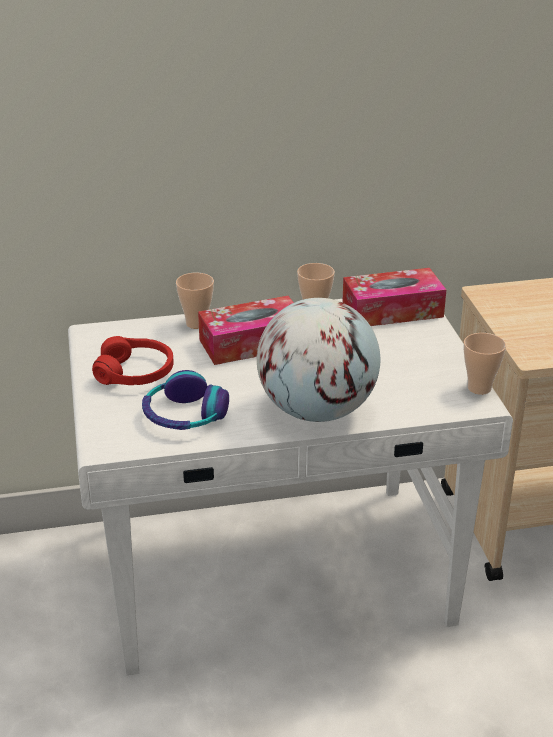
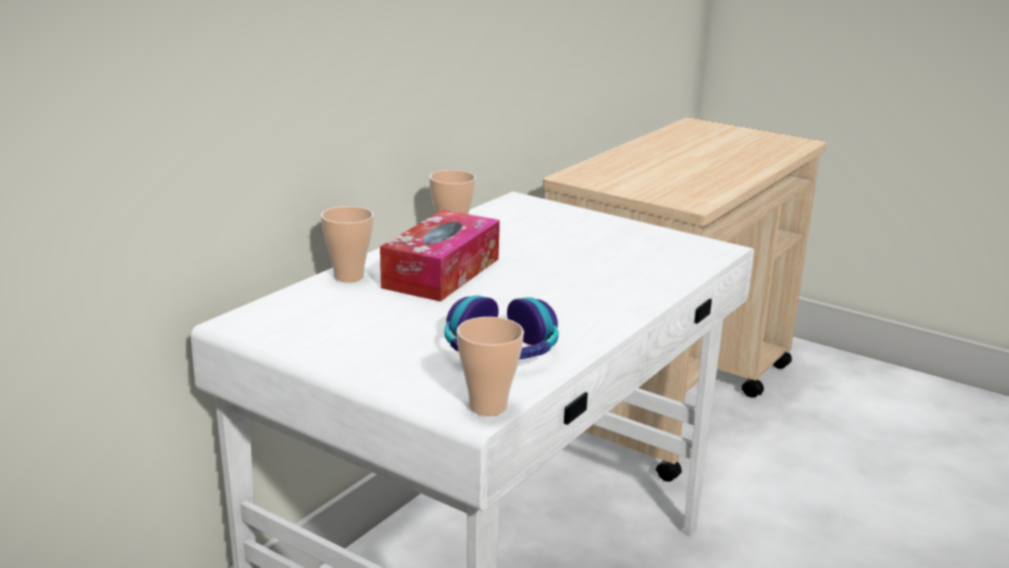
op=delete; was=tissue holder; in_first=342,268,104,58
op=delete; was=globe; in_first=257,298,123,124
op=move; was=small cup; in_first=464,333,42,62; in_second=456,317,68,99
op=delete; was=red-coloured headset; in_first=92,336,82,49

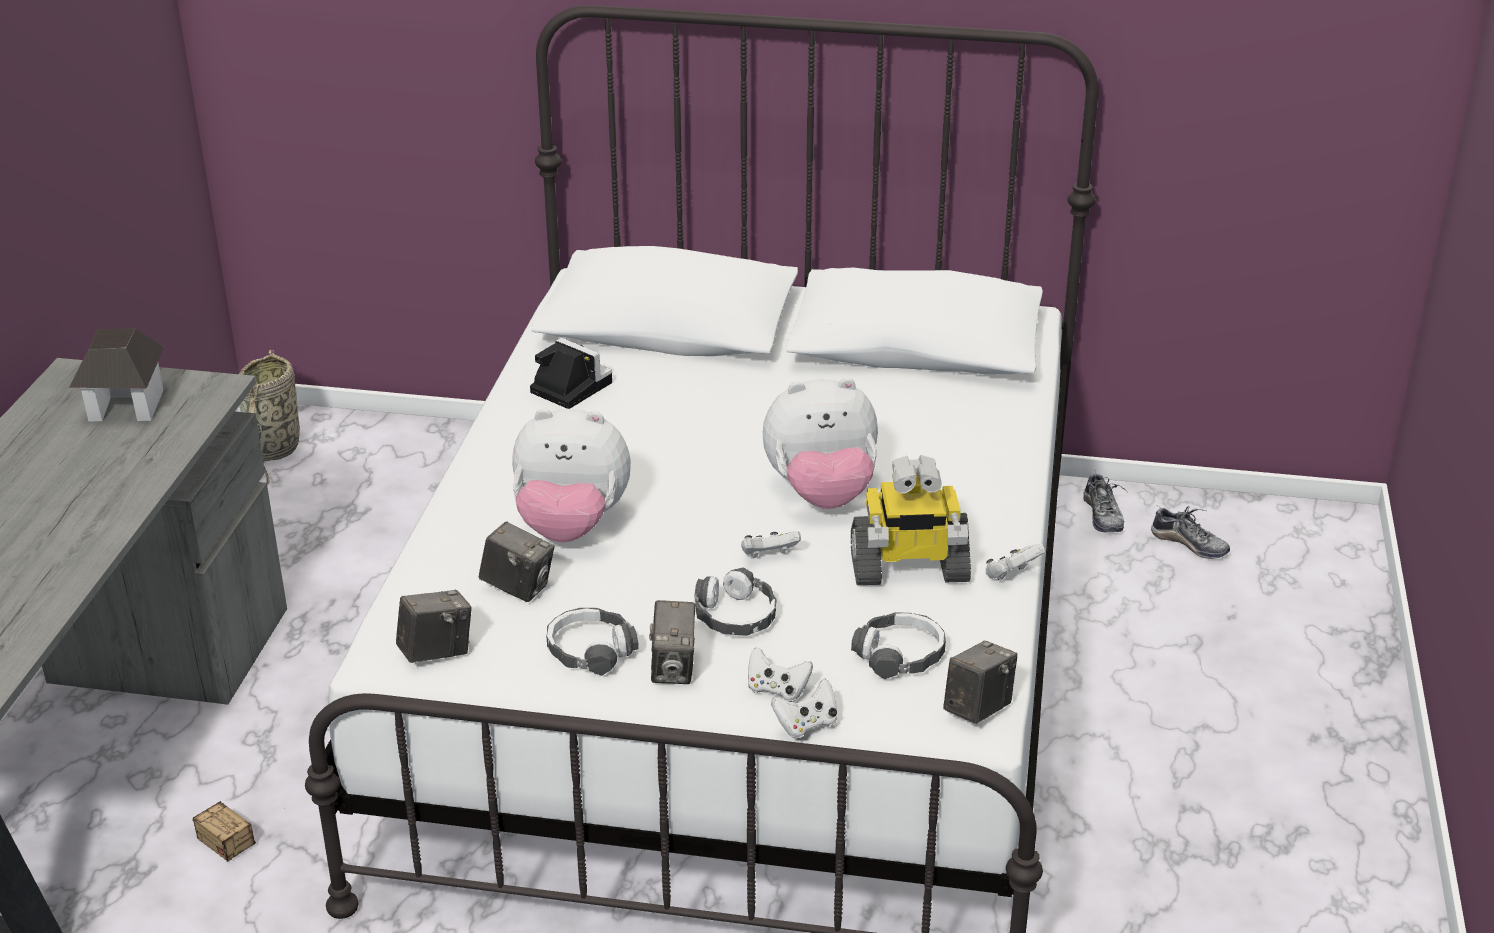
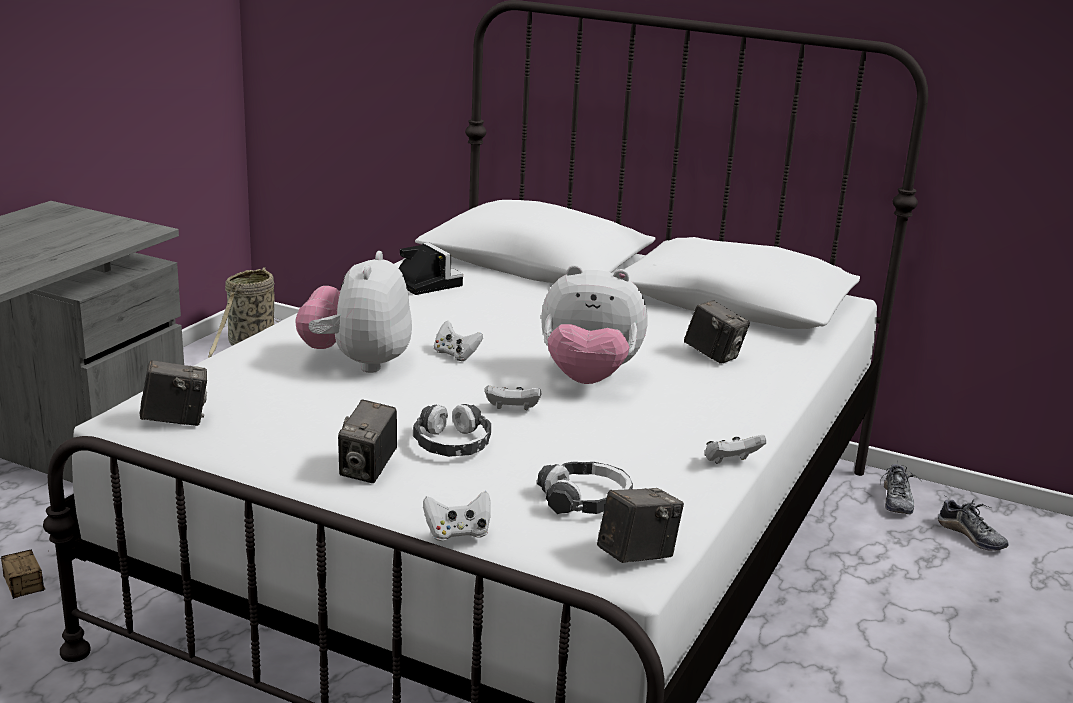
op=delete; was=model house; in_first=69,328,95,93
op=rotate; was=cuddly toy; in_first=512,409,119,133; in_second=295,251,117,122; clockwise=75
op=delete; was=robot figure; in_first=851,455,120,130
op=move; was=photo camera; in_first=479,522,76,80; in_second=684,300,66,64
op=delete; was=headset; in_first=546,608,93,68
op=move; was=white-coloured game controller; in_first=748,647,65,55; in_second=434,320,49,41

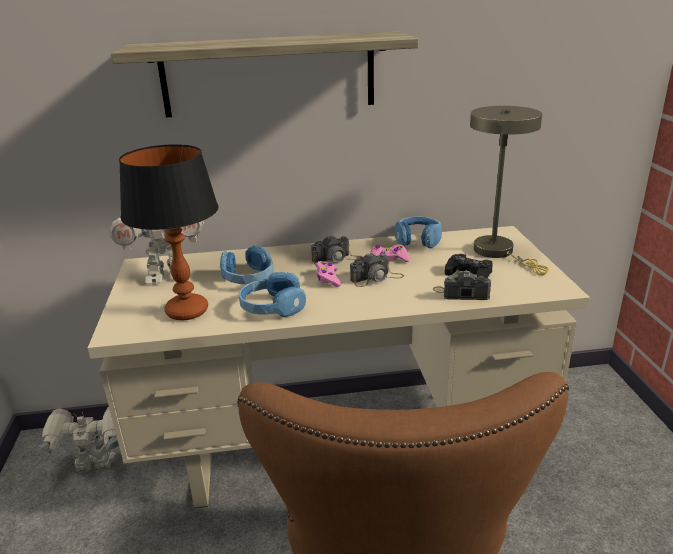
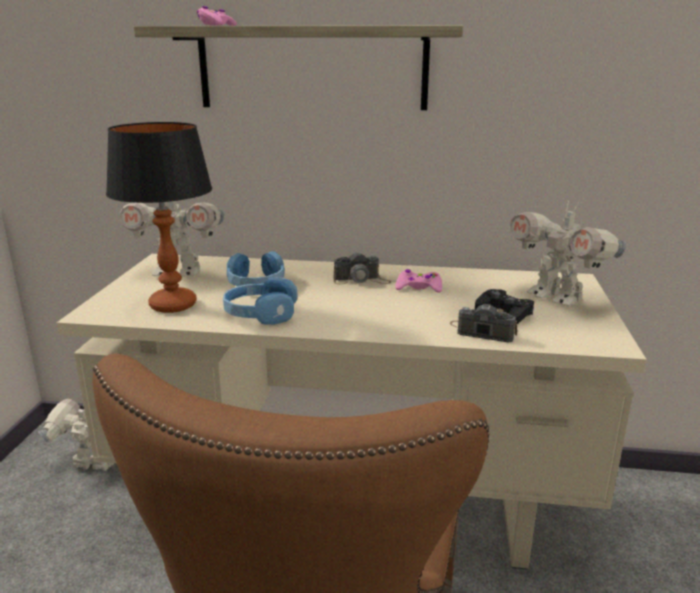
op=replace; was=sand-coloured table lamp; now=robot figure; in_first=470,106,79,169; in_second=509,201,117,105
op=delete; was=bluish headset; in_first=395,216,47,32
op=delete; was=photo camera; in_first=350,252,54,35
op=move; was=pink-coloured game controller; in_first=316,261,25,26; in_second=197,6,40,20

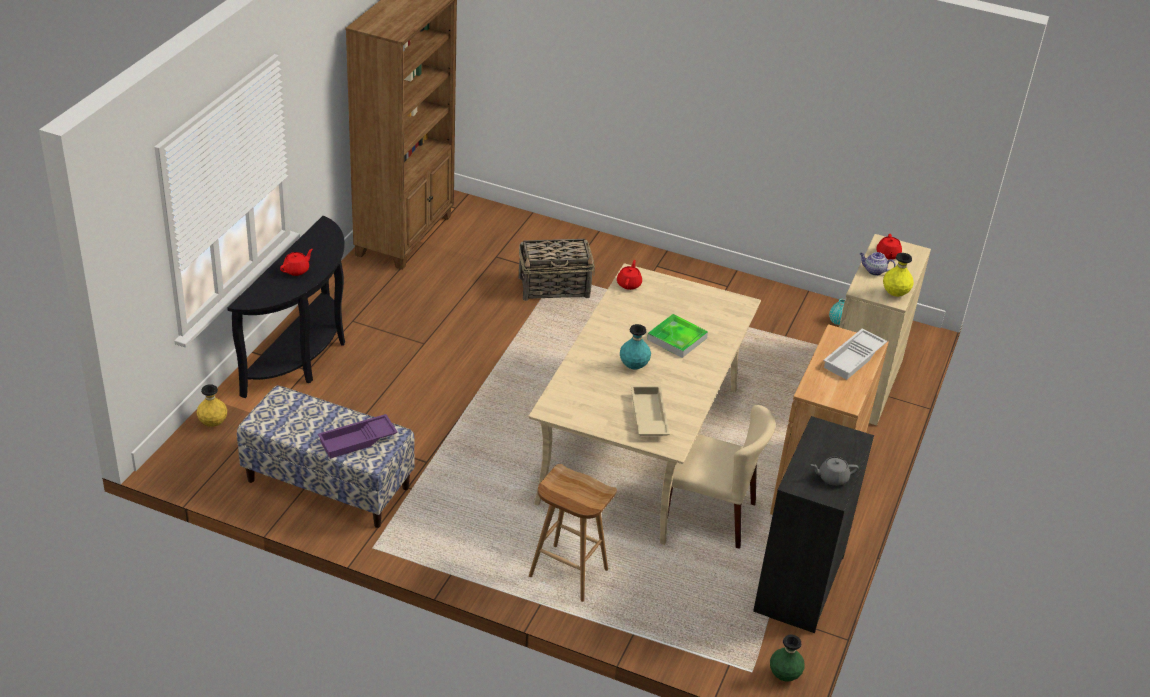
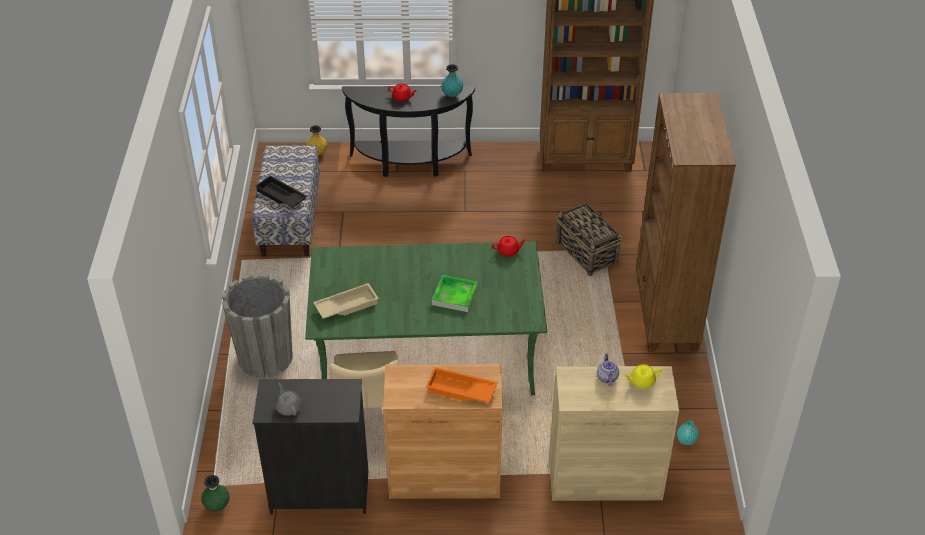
op=recolor; was=red-coloured tea pot; now=yellow-coloured tea pot; in_first=876,234,26,26; in_second=623,364,39,25
op=delete; was=yellow-coloured flower vase; in_first=883,253,31,44
op=recolor; was=sand-coloured kitchen table; now=greenish kitchen table; in_first=528,263,233,282; in_second=305,241,242,154
op=move; was=turquoise flower vase; in_first=620,324,31,46; in_second=441,64,22,33
op=recolor; was=white-coloured serving tray; now=orange-coloured serving tray; in_first=823,328,64,52; in_second=426,367,72,36
op=recolor; was=purple-coloured serving tray; now=black serving tray; in_first=318,414,80,45; in_second=255,175,53,33
op=replace; was=brown stool seat; now=greyish plant pot; in_first=529,464,88,138; in_second=222,273,71,105
op=insert; now=brown bookshelf; in_second=636,93,100,258

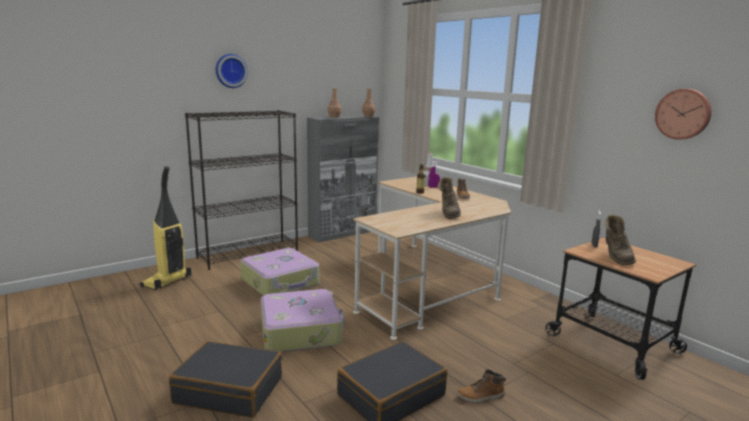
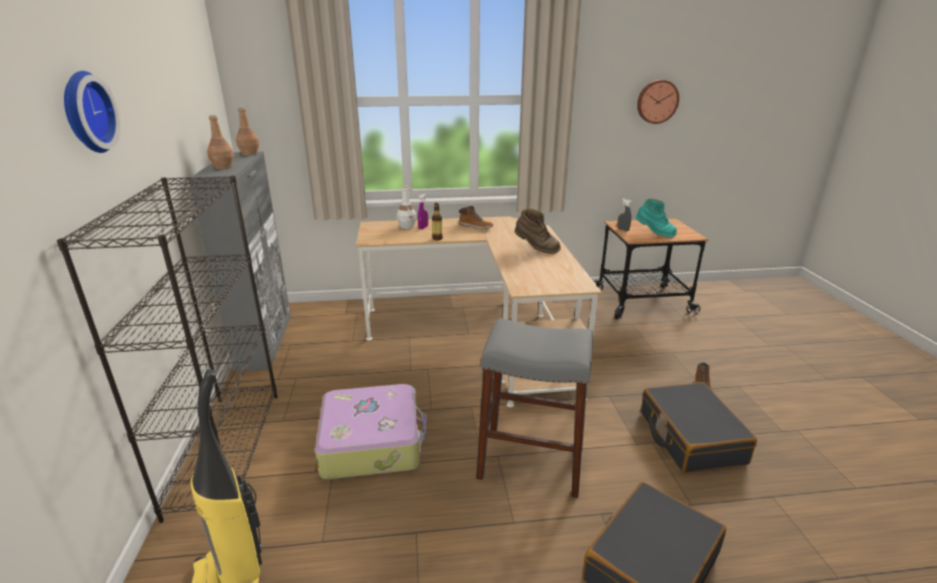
op=recolor; was=brown tall boot; now=turquoise tall boot; in_first=605,214,31,51; in_second=636,199,41,38
op=replace; was=suitcase; now=greyish stool seat; in_first=260,289,84,63; in_second=476,318,117,180

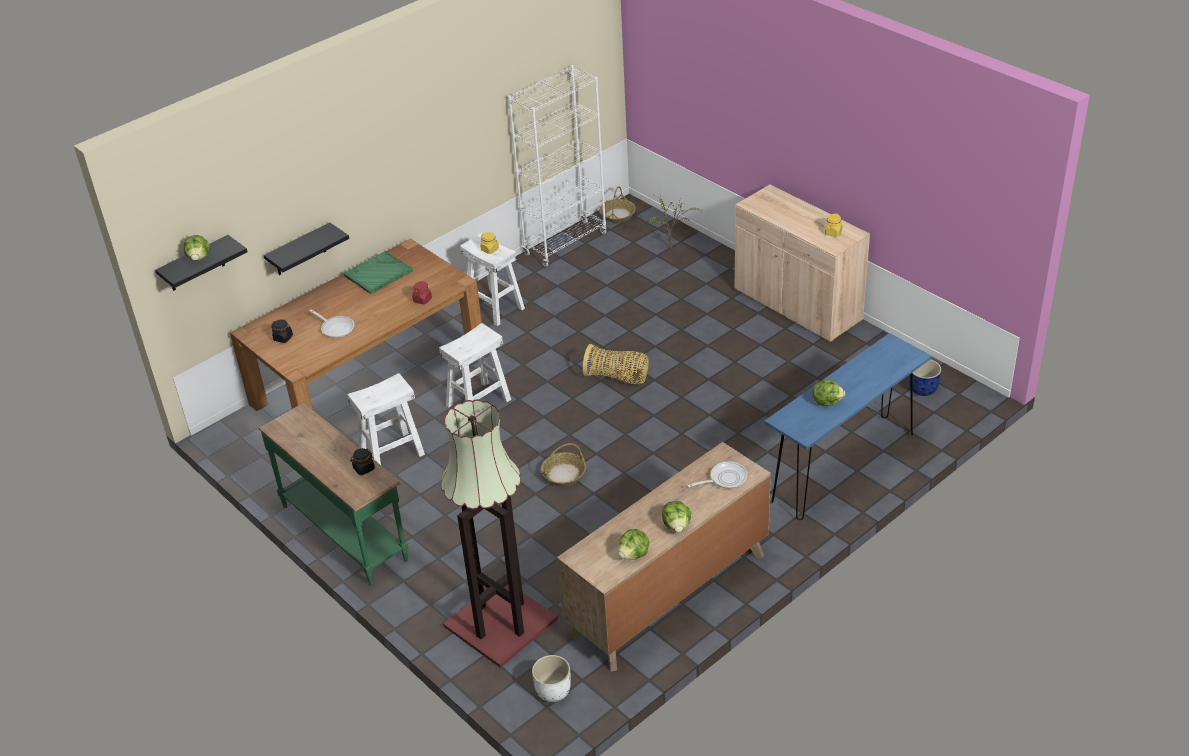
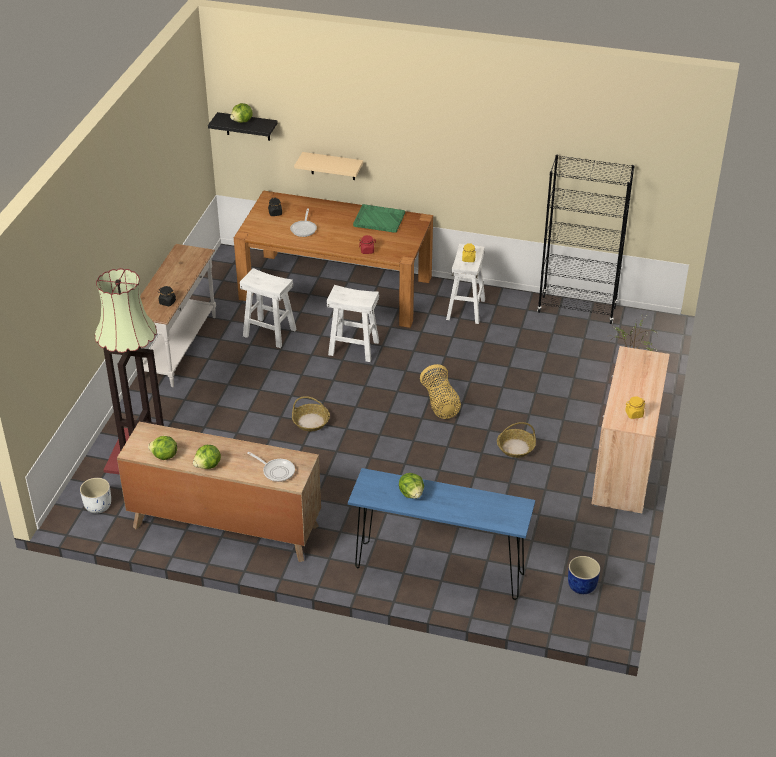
op=recolor; was=white-coloured bookshelf; now=black bookshelf; in_first=508,65,99,202; in_second=537,155,98,169
op=move; was=household basket; in_first=599,186,37,37; in_second=497,422,39,36
op=recolor; was=black bracket shelf; now=sand-coloured bracket shelf; in_first=264,222,85,53; in_second=294,152,69,28
op=recolor; was=greenish console table; now=white-coloured console table; in_first=258,403,150,182; in_second=136,244,80,143

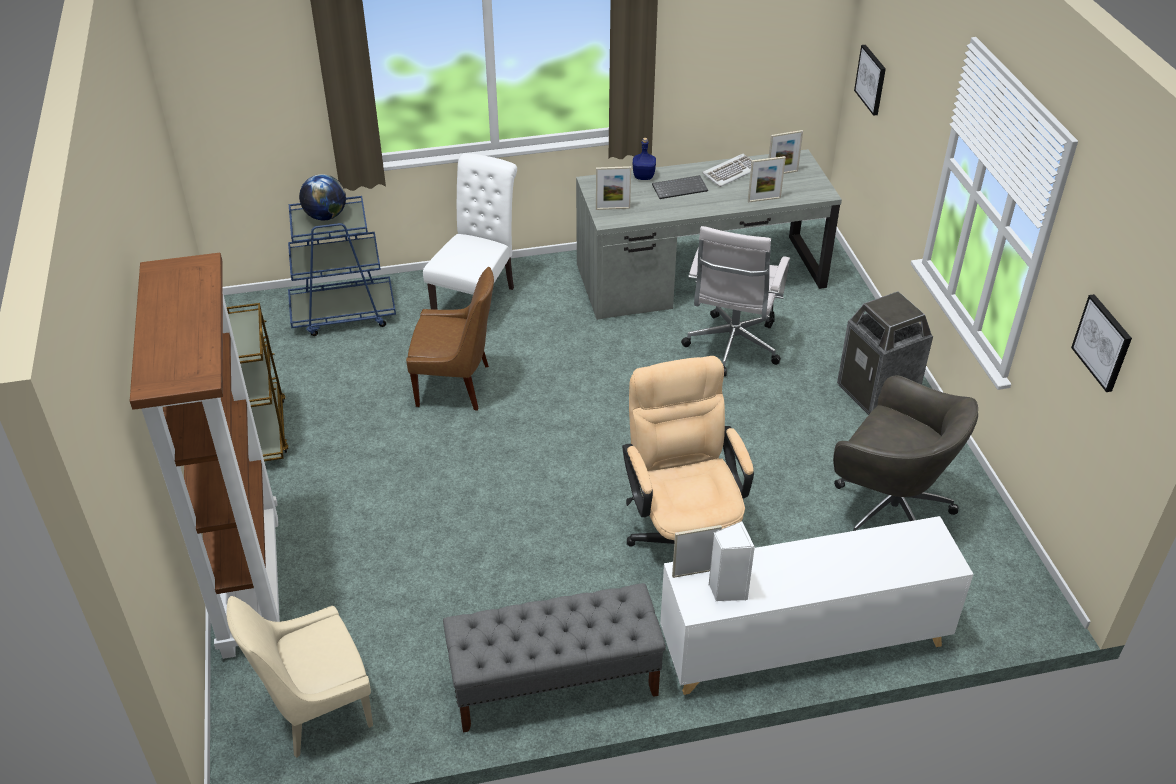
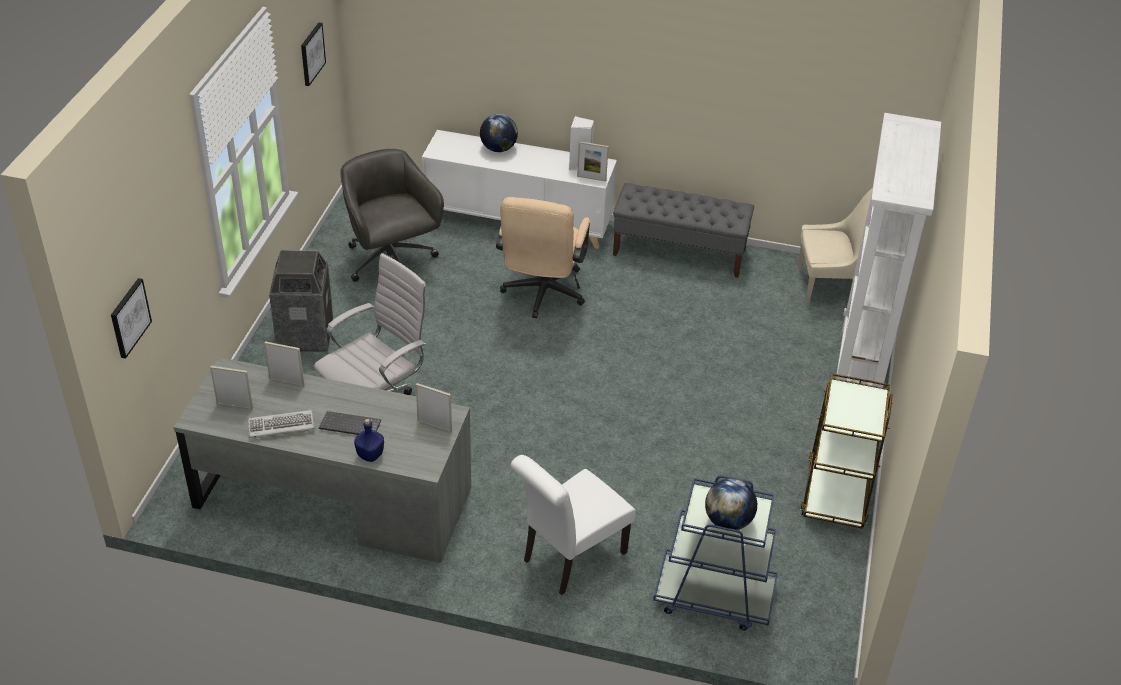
op=recolor; was=brown bookshelf; now=white-coloured bookshelf; in_first=130,253,150,406; in_second=836,113,106,274
op=delete; was=brown chair; in_first=406,267,88,144
op=insert; now=globe; in_second=480,114,38,38

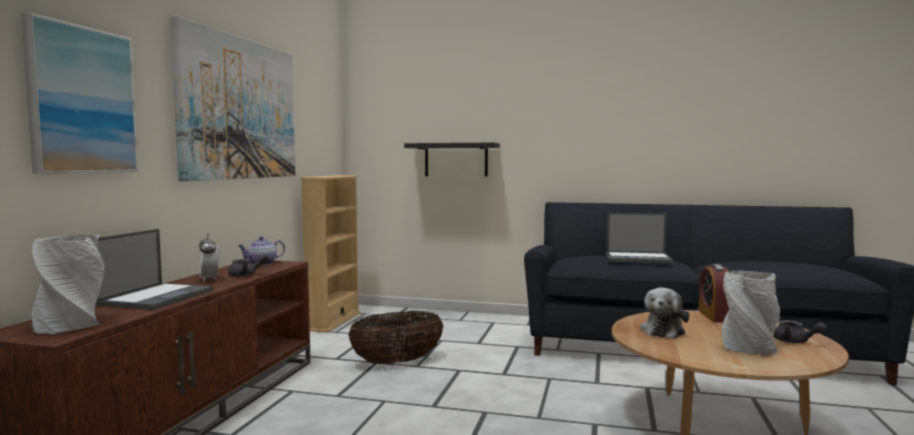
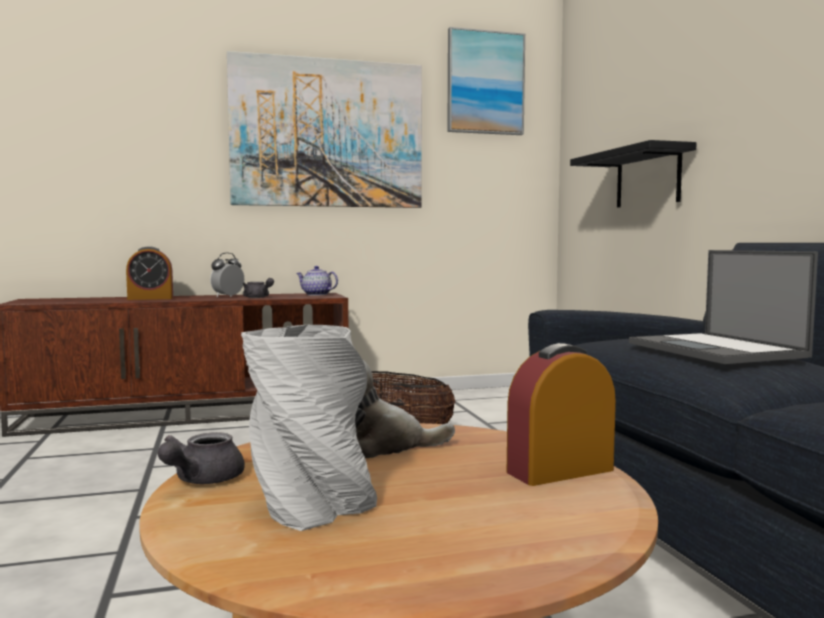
op=move; was=picture; in_first=21,12,117,162; in_second=447,27,78,108
op=delete; was=sand-coloured bookshelf; in_first=301,175,59,158
op=replace; was=laptop; now=table clock; in_first=95,229,119,81; in_second=126,246,47,54
op=delete; was=greyish flower vase; in_first=32,235,73,99
op=move; was=greyish tea pot; in_first=773,320,54,23; in_second=157,432,88,52

